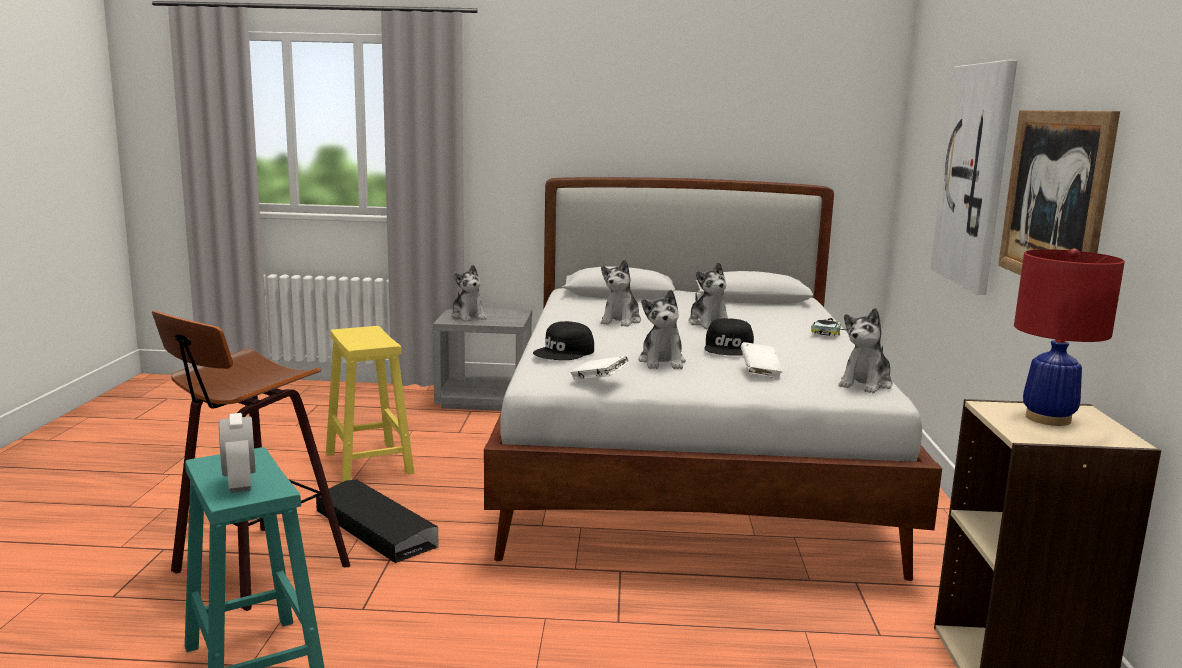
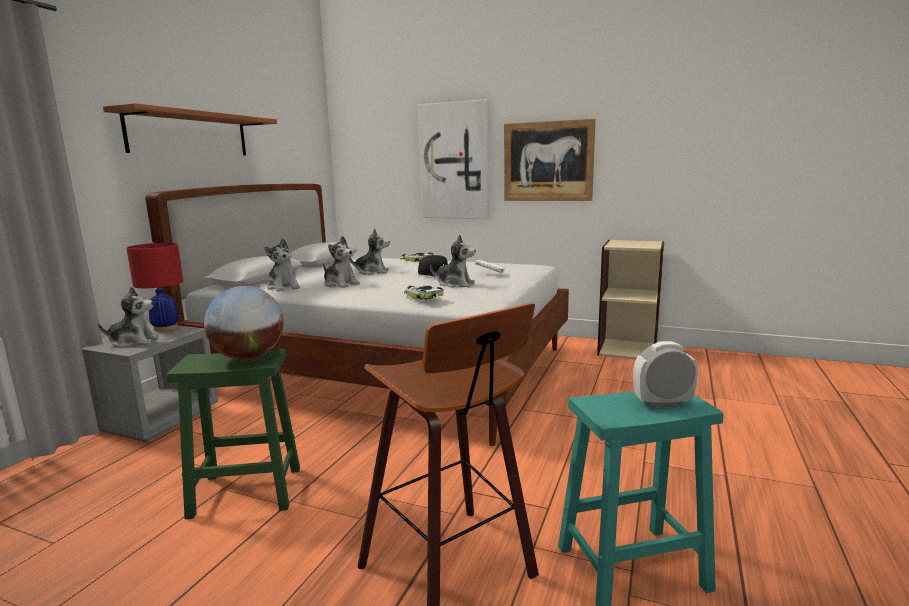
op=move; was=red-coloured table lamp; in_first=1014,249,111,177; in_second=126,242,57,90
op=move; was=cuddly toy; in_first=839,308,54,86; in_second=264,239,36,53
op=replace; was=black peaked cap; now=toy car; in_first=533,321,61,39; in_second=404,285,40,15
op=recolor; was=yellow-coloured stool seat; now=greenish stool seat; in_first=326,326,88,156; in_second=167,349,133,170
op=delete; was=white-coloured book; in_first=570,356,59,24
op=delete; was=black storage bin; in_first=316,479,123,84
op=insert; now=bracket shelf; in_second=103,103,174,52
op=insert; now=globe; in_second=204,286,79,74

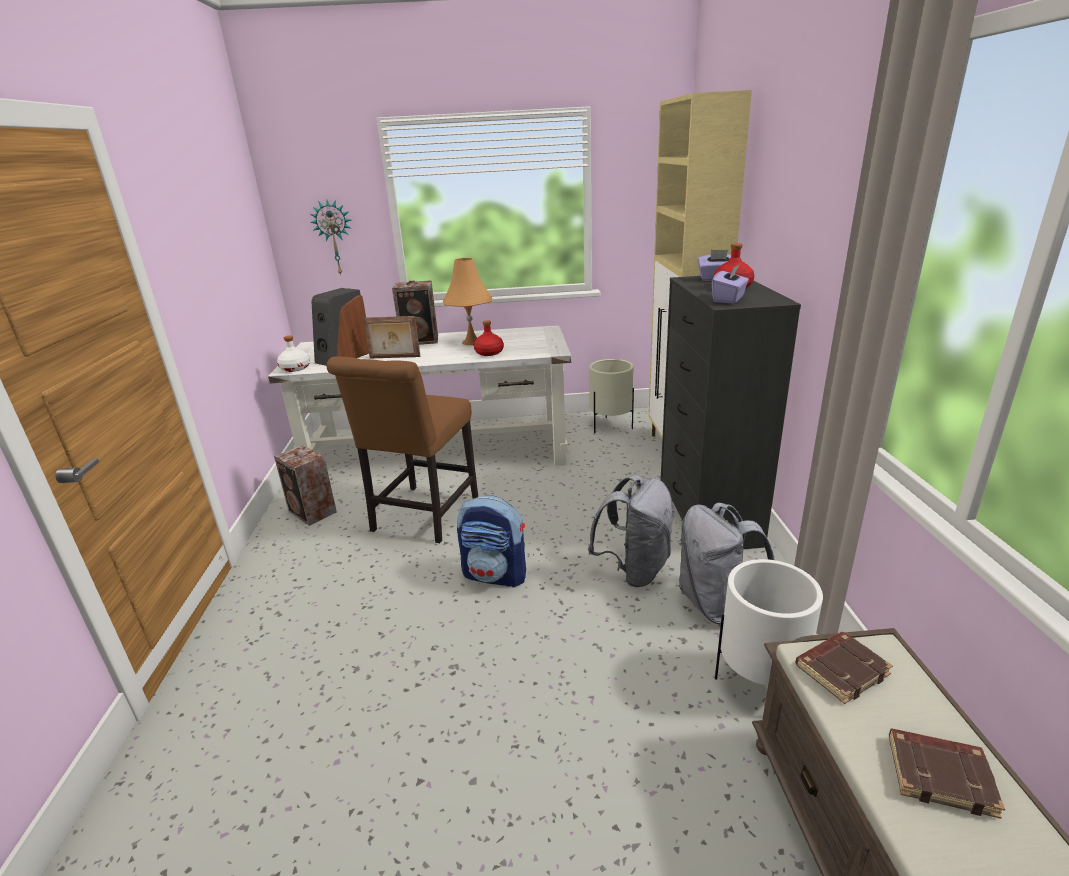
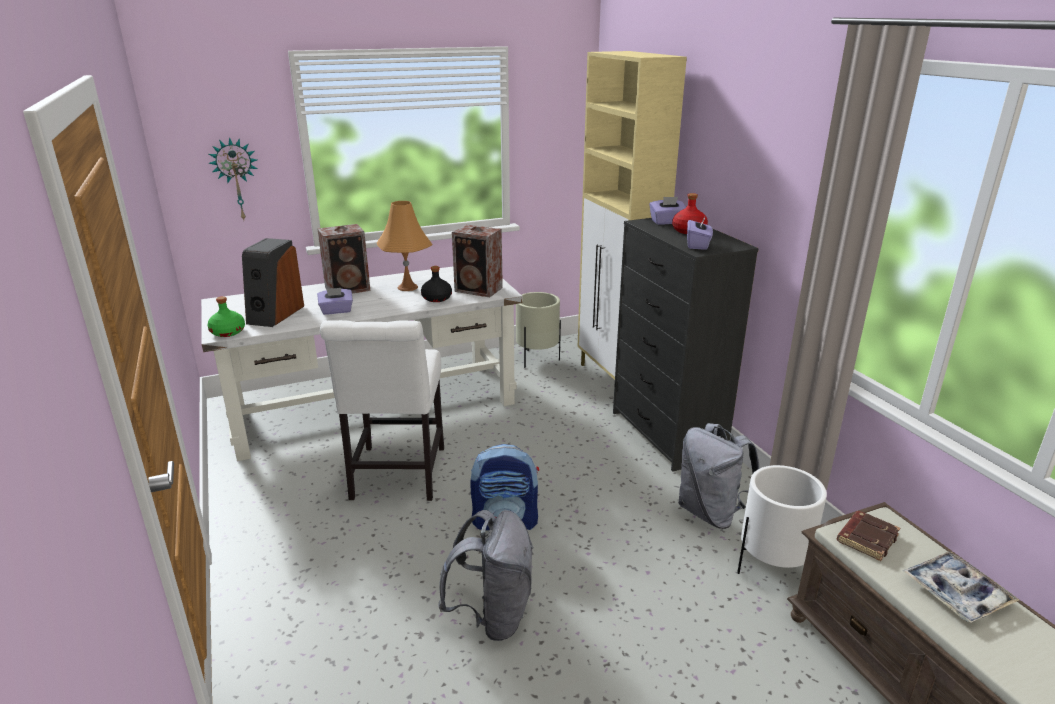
op=replace; was=picture frame; now=purple-coloured tissue holder; in_first=363,316,58,42; in_second=317,288,36,27
op=recolor; was=red-coloured beverage bottle; now=black beverage bottle; in_first=474,320,30,36; in_second=421,266,31,36
op=recolor; was=white-coloured beverage bottle; now=greenish beverage bottle; in_first=277,336,33,36; in_second=208,296,37,41
op=recolor; was=brown chair; now=white-coloured chair; in_first=327,356,151,187; in_second=320,320,124,181
op=move; was=audio speaker; in_first=274,445,63,81; in_second=452,225,51,72
op=move; was=greyish rucksack; in_first=588,475,87,112; in_second=438,510,96,131
op=replace; was=brown book; now=serving tray; in_first=889,729,116,90; in_second=903,552,116,71

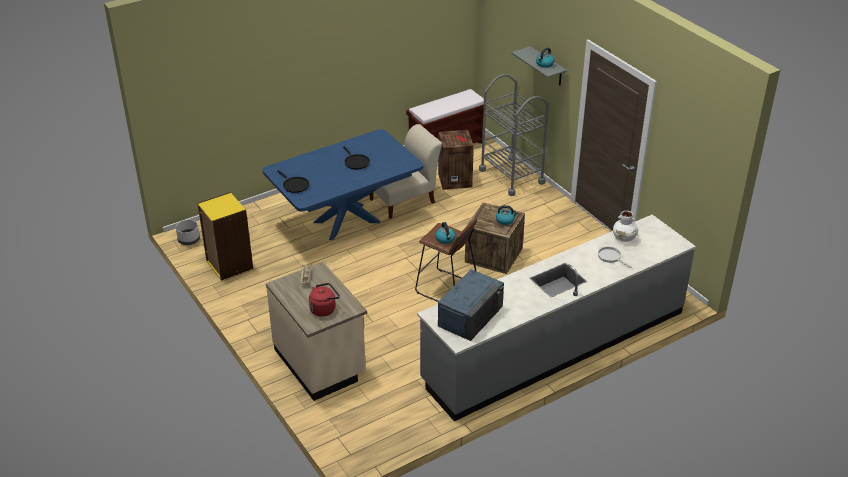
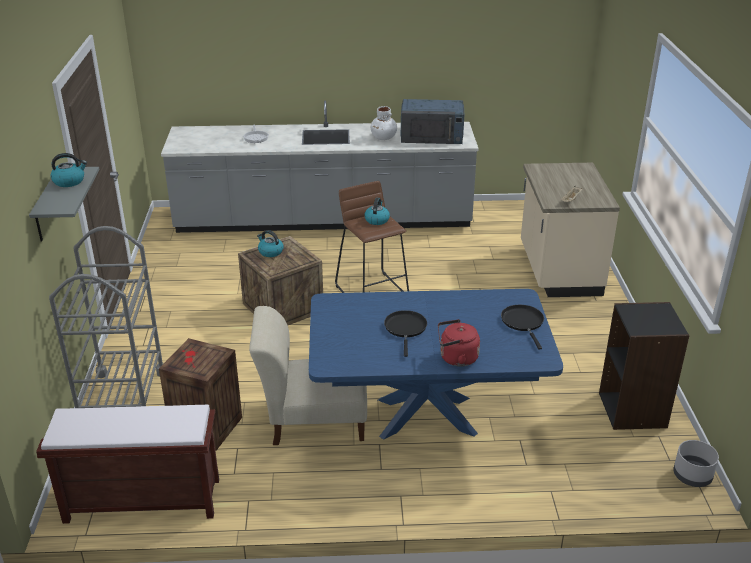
op=recolor; was=yellow-coloured bookshelf; now=black bookshelf; in_first=197,192,56,89; in_second=599,302,91,128
op=move; was=white-coloured flower vase; in_first=613,211,25,31; in_second=371,106,26,34
op=rotate; was=bluish microwave oven; in_first=438,269,66,72; in_second=401,99,63,45; clockwise=-150
op=move; was=red-coloured tea kettle; in_first=309,283,31,34; in_second=438,319,42,48

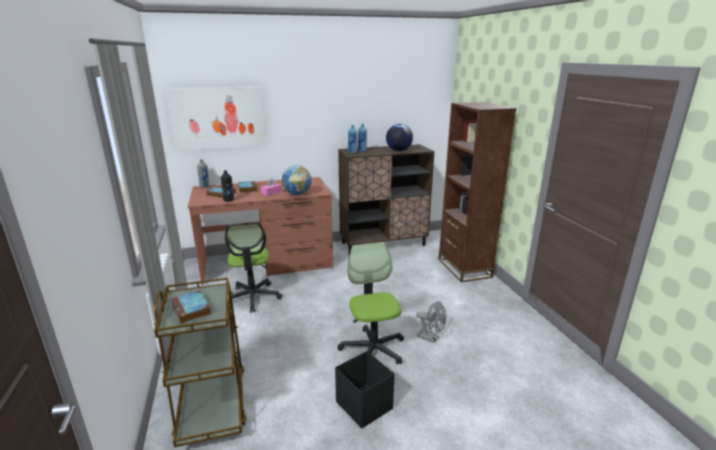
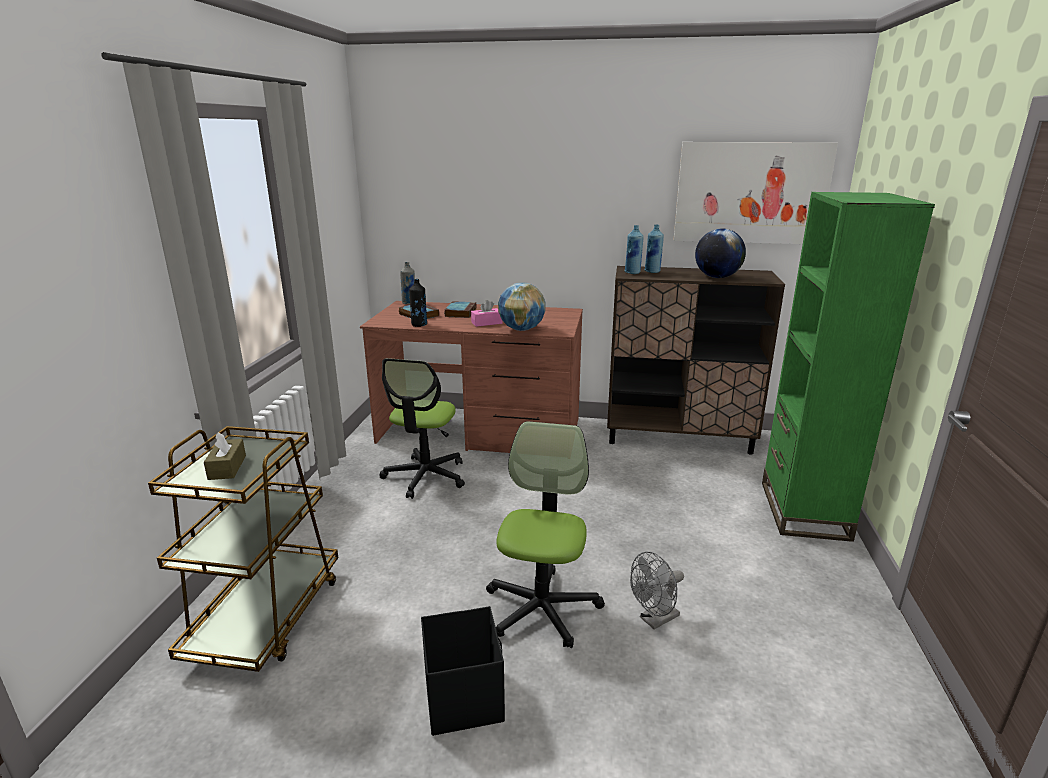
op=move; was=picture; in_first=166,86,100,64; in_second=674,142,164,102
op=recolor; was=brown bookshelf; now=greenish bookshelf; in_first=438,102,79,180; in_second=762,192,173,350
op=replace; was=book; now=brown tissue holder; in_first=171,290,40,34; in_second=204,432,42,48
op=rotate; was=greyish fan; in_first=416,301,30,42; in_second=630,552,54,77; clockwise=90

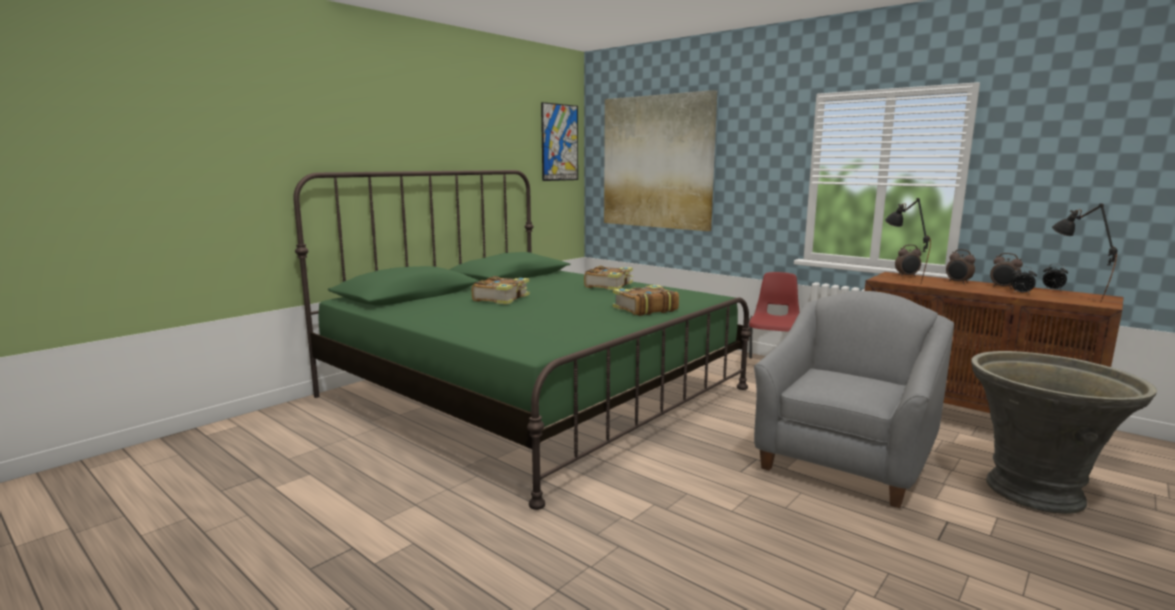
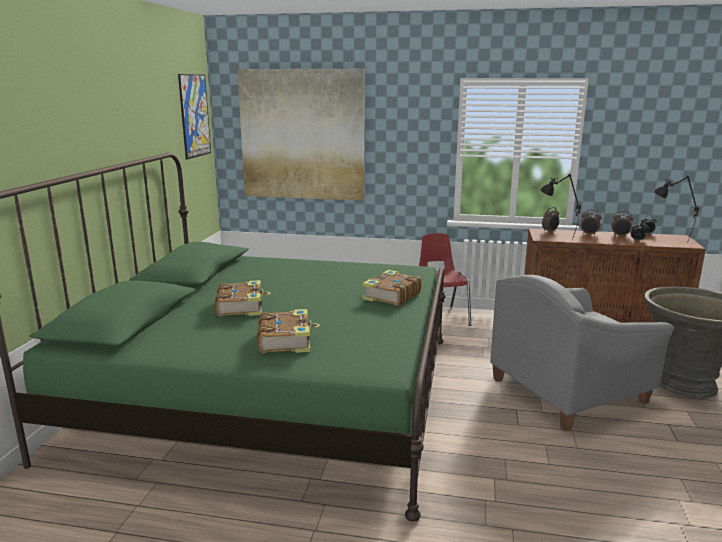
op=move; was=book; in_first=584,266,50,24; in_second=257,309,63,44
op=rotate; was=greyish armchair; in_first=754,291,200,217; in_second=490,275,184,156; clockwise=-120

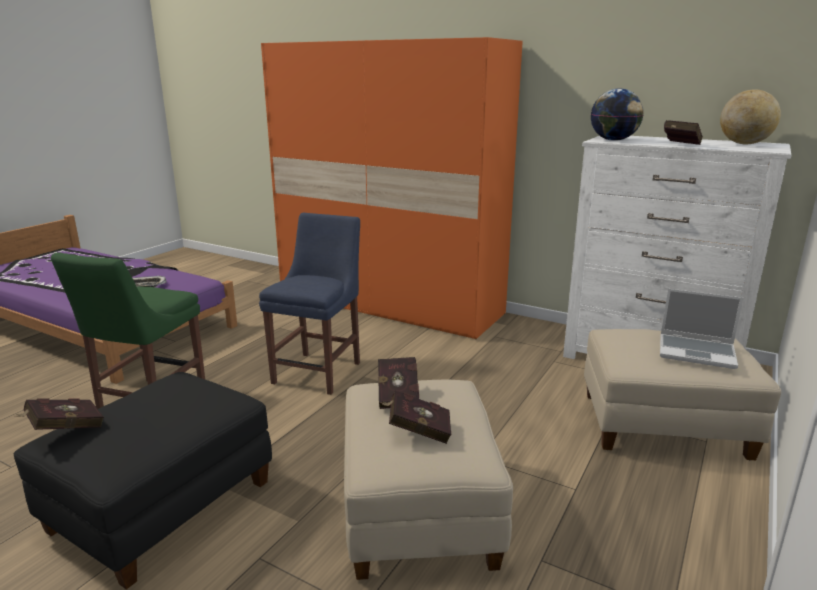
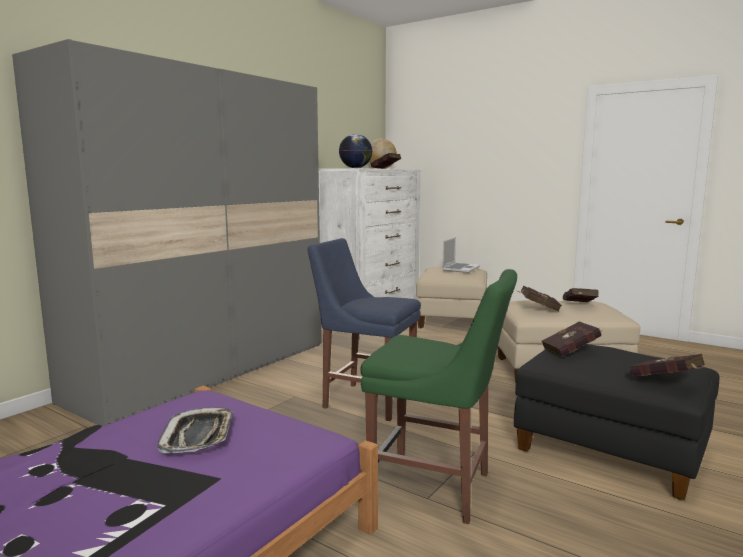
op=recolor; was=orange-coloured wardrobe; now=greyish wardrobe; in_first=261,37,262,302; in_second=12,39,310,388
op=insert; now=red-coloured book; in_second=542,321,60,36

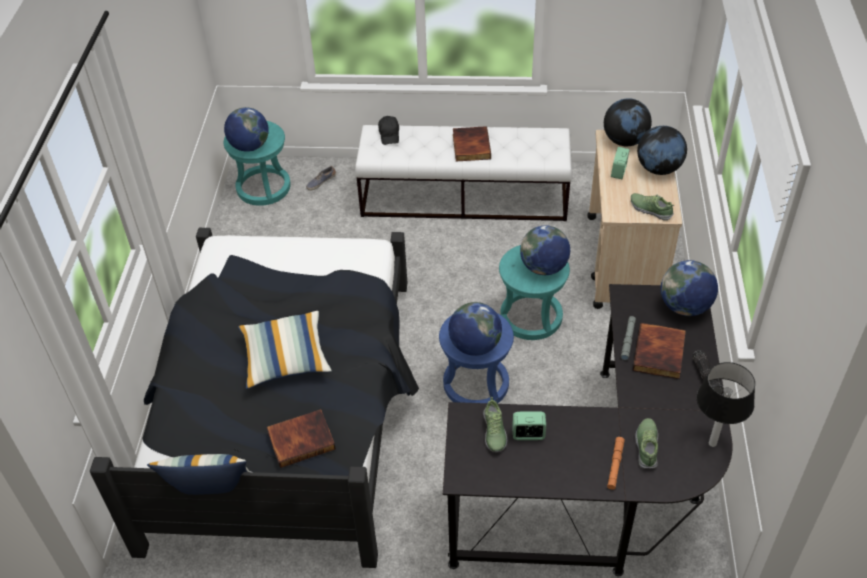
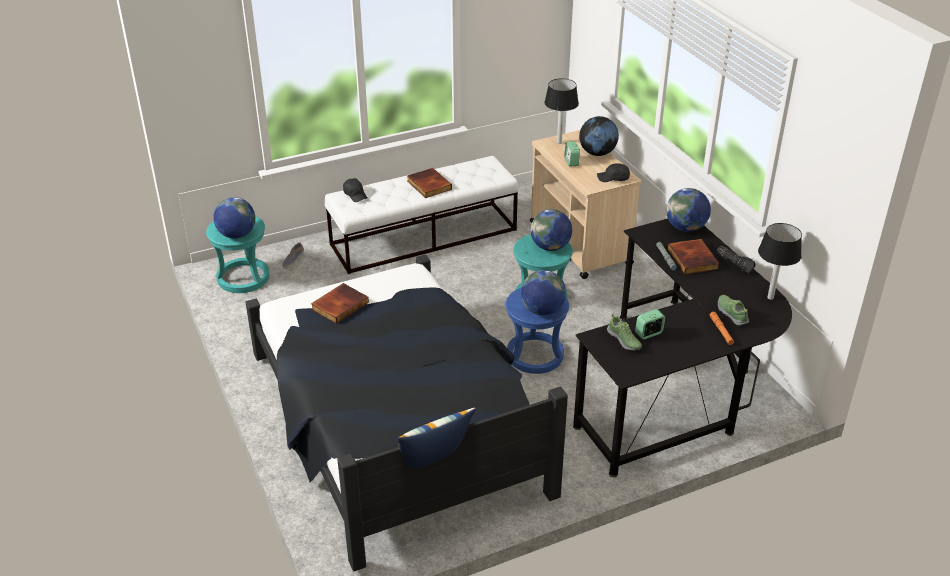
op=replace; was=globe; now=table lamp; in_first=604,98,48,48; in_second=544,78,35,66
op=replace; was=shoe; now=black peaked cap; in_first=631,193,43,28; in_second=597,163,33,19
op=delete; was=pillow; in_first=238,311,94,78
op=move; was=book; in_first=267,409,69,59; in_second=311,283,58,41

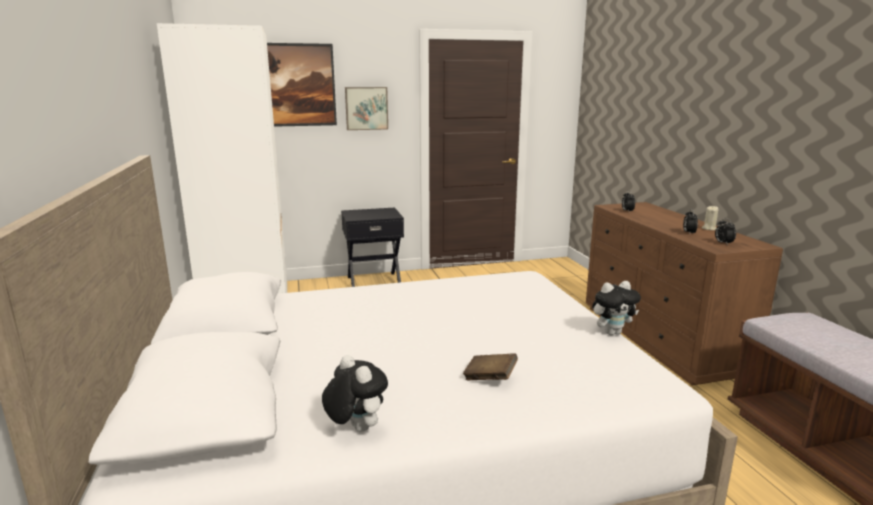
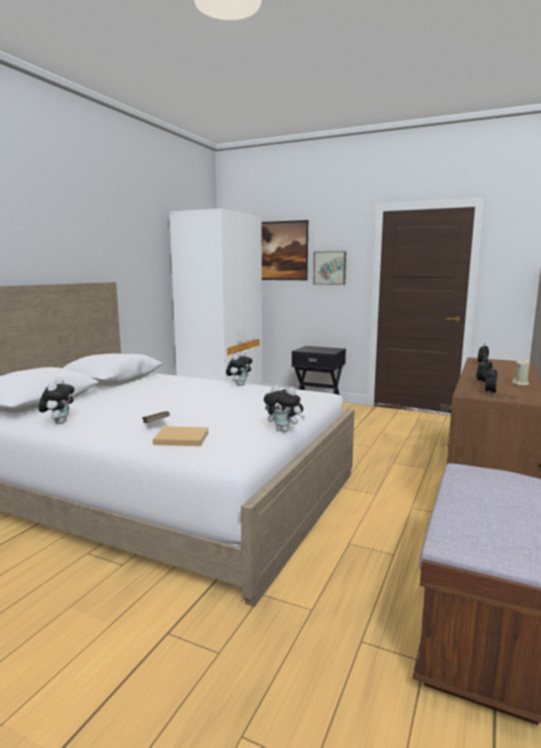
op=insert; now=cuddly toy; in_second=226,352,27,34
op=insert; now=sand-coloured book; in_second=153,426,56,20

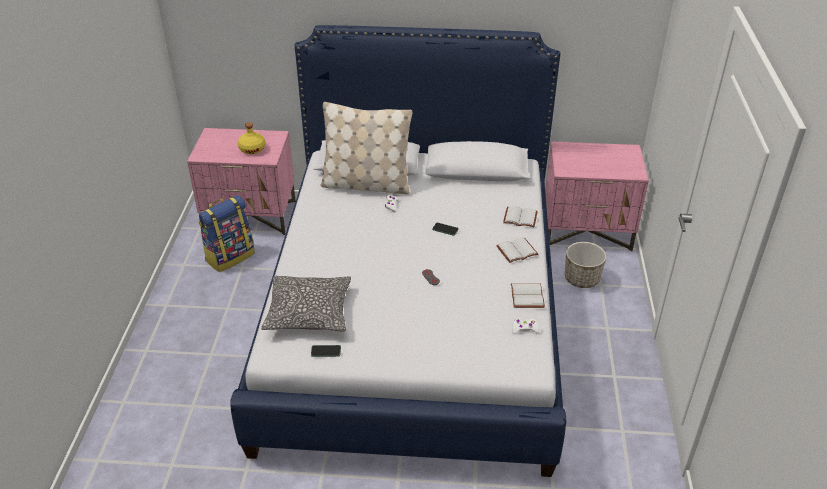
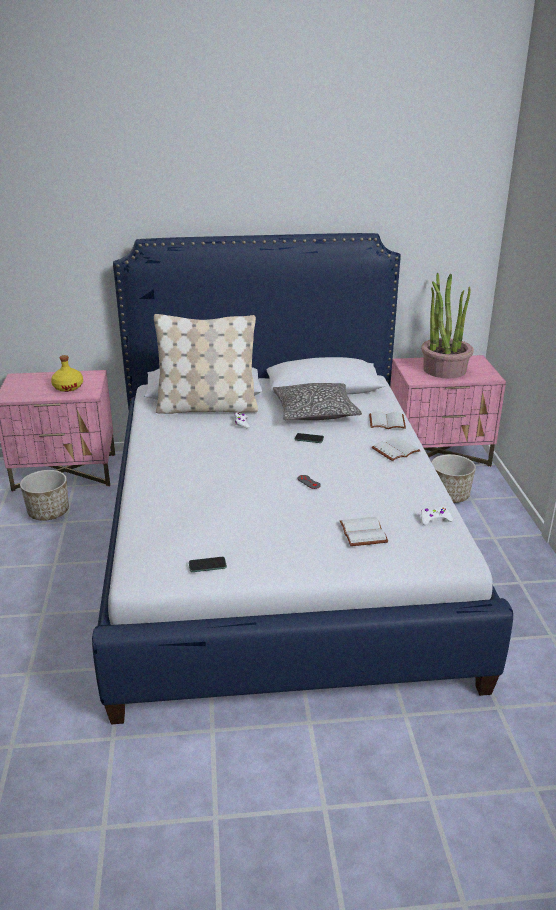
op=replace; was=rucksack; now=plant pot; in_first=198,195,57,77; in_second=20,470,49,51
op=move; was=pillow; in_first=261,276,90,55; in_second=273,383,89,37
op=move; was=white-coloured book; in_first=511,283,34,25; in_second=340,517,48,29
op=insert; now=plant in a pot; in_second=421,273,52,105

